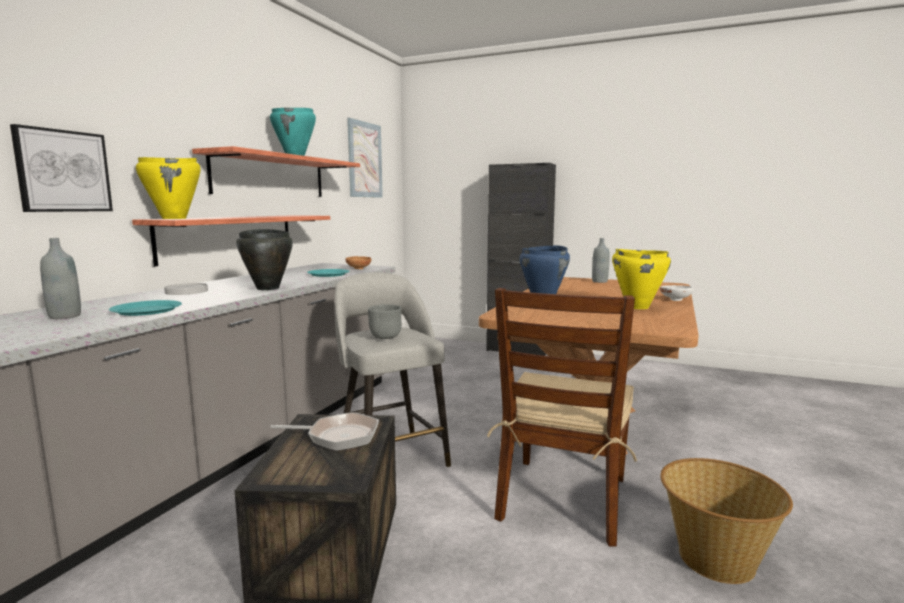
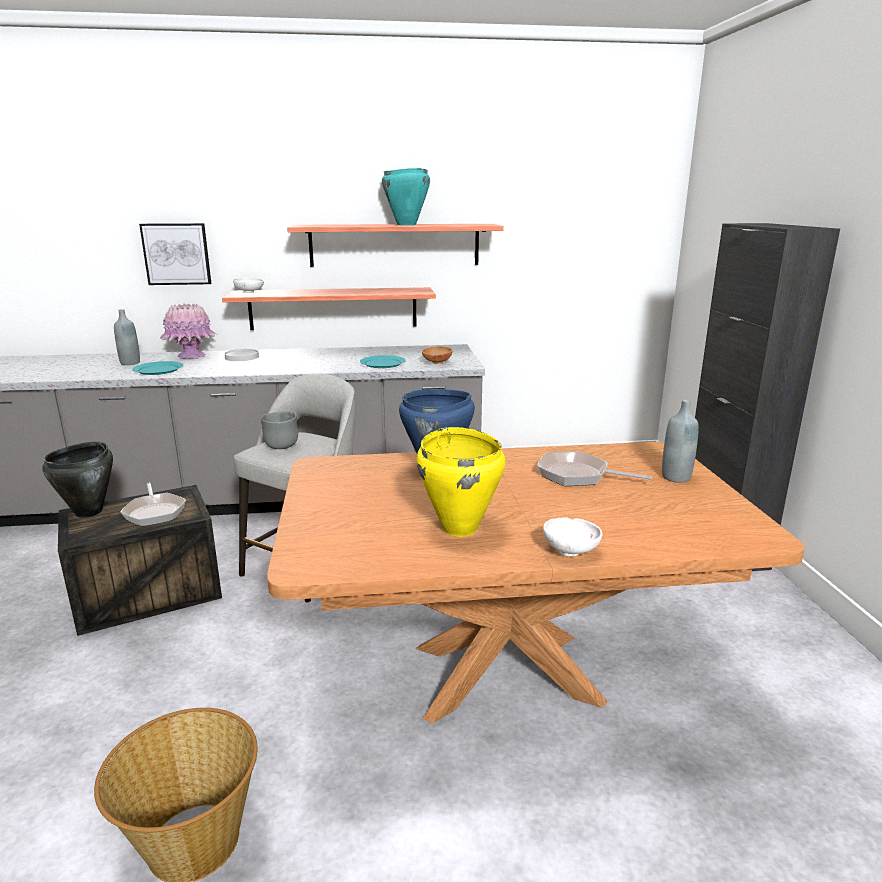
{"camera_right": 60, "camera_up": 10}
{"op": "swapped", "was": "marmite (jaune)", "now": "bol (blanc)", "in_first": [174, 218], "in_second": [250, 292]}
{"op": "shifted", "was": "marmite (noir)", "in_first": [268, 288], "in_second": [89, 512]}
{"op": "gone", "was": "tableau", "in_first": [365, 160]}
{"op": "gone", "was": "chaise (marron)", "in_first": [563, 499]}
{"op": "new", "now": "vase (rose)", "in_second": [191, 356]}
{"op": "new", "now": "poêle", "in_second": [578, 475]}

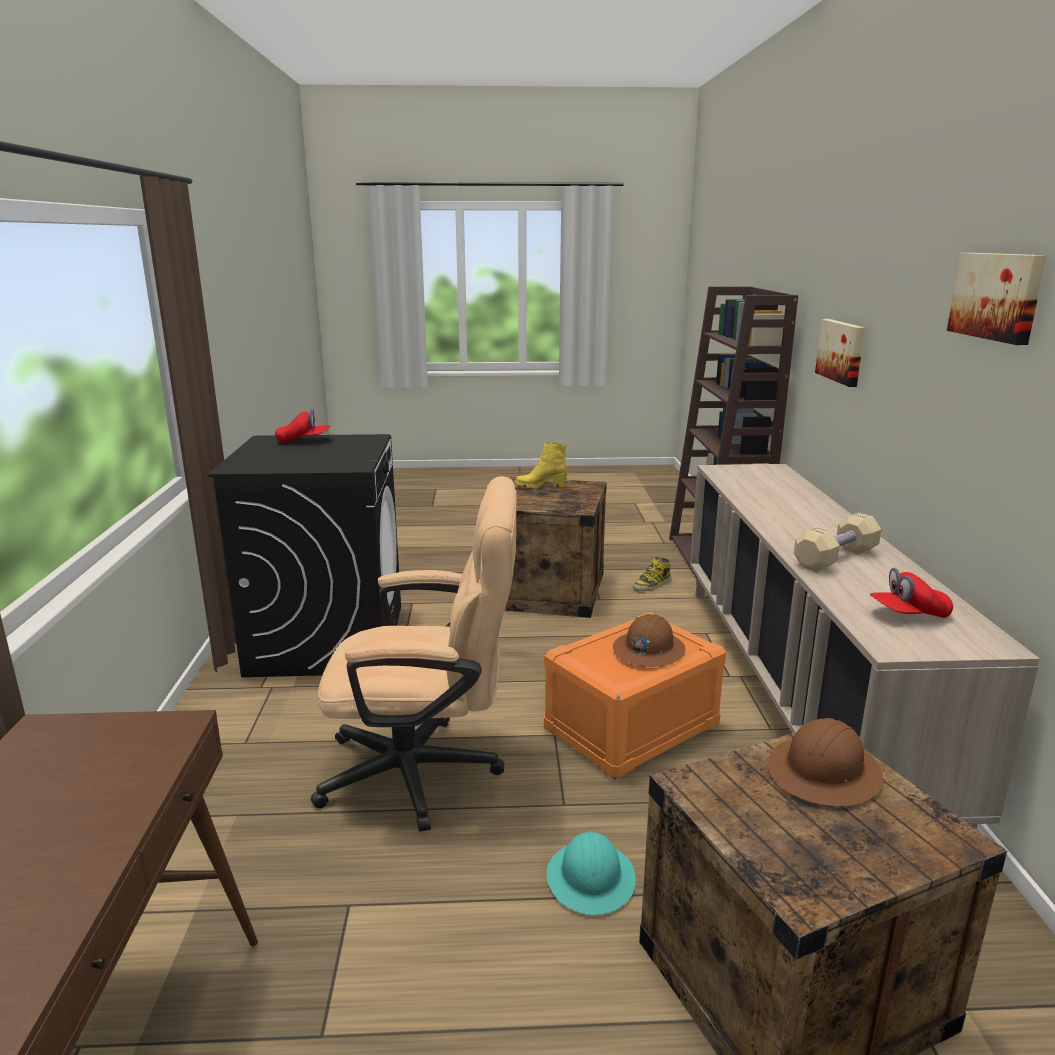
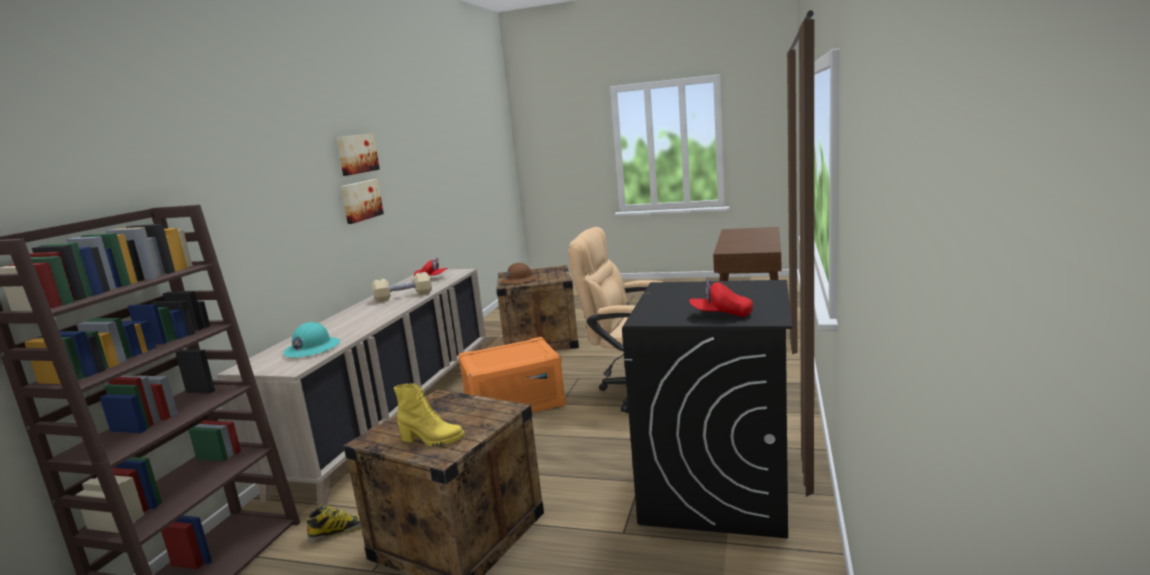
{"camera_right": -160, "camera_up": -5}
{"op": "shifted", "was": "casque de chantier (turquoise)", "in_first": [591, 879], "in_second": [312, 349]}
{"op": "gone", "was": "casque de chantier (marron)", "in_first": [648, 650]}
{"op": "shifted", "was": "tableau", "in_first": [842, 351], "in_second": [360, 200]}

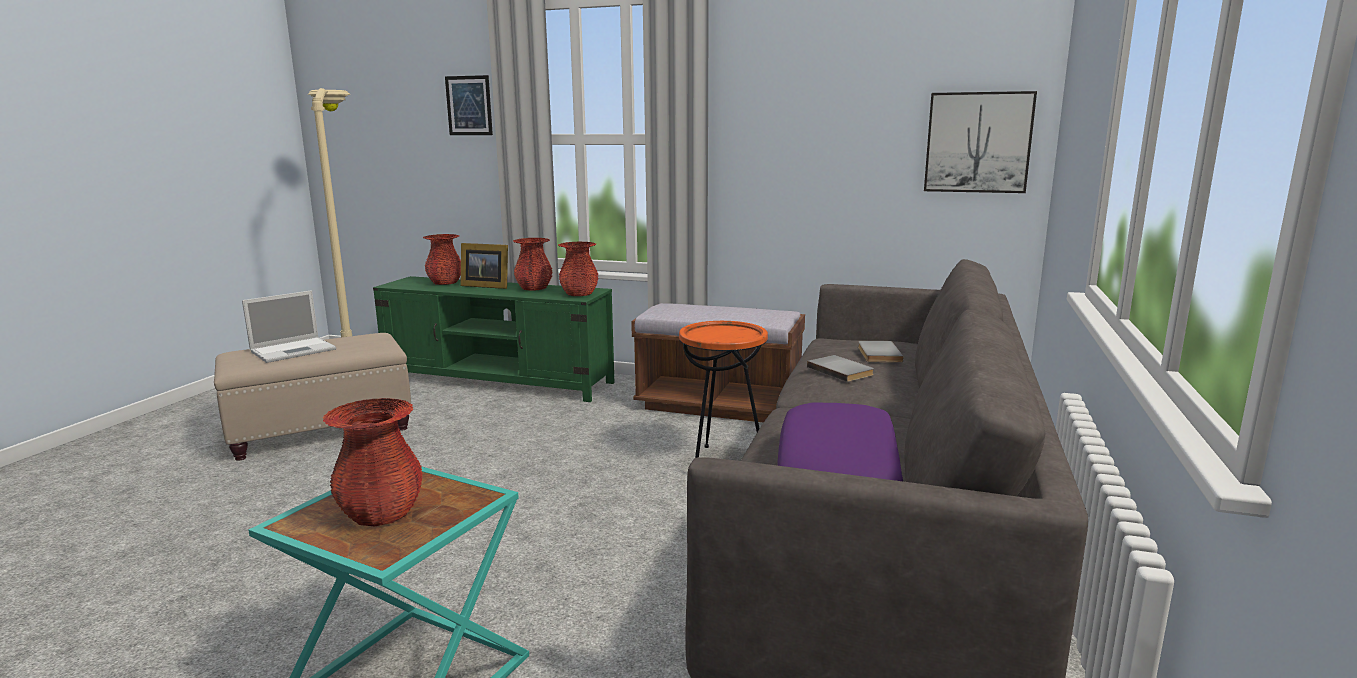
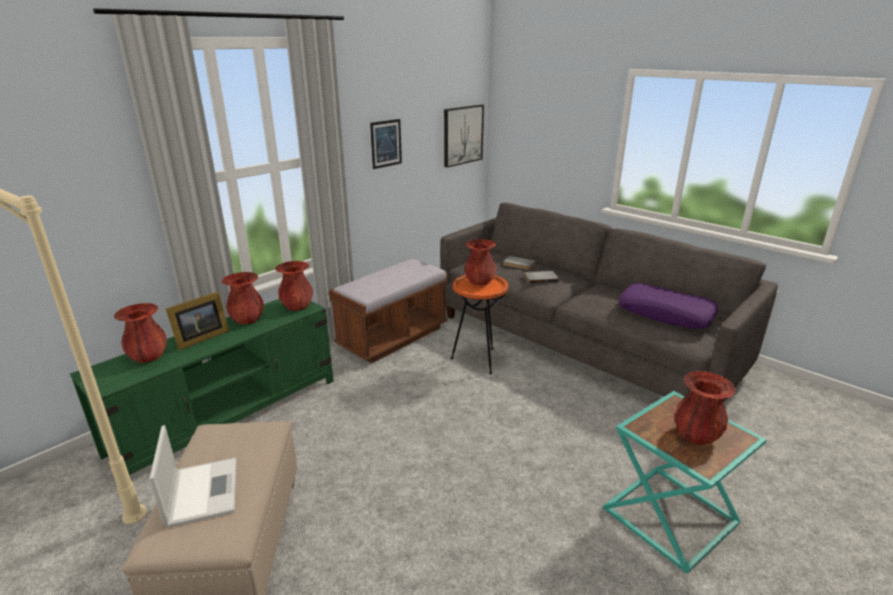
{"camera_right": -65, "camera_up": 10}
{"op": "shifted", "was": "tableau", "in_first": [469, 105], "in_second": [386, 143]}
{"op": "new", "now": "vase (rouge)", "in_second": [480, 281]}

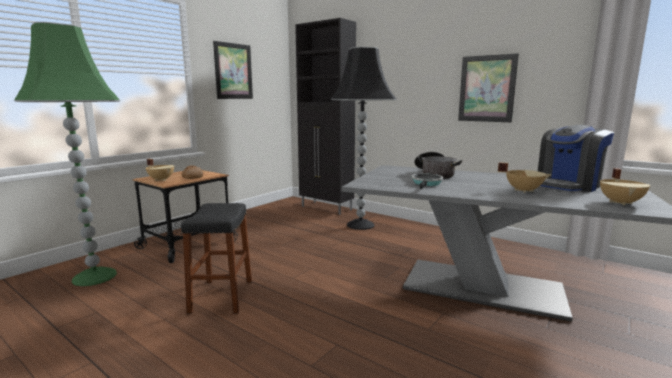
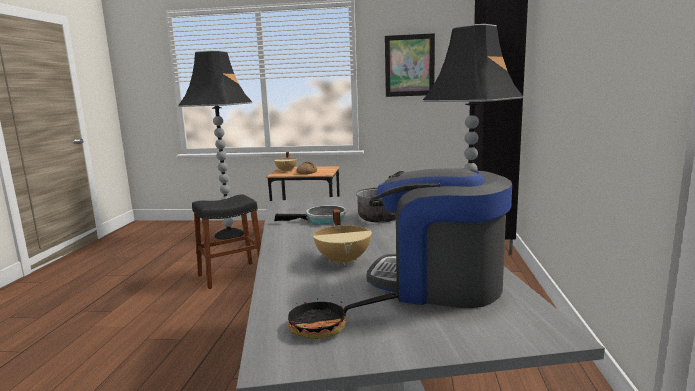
{"camera_right": 60, "camera_up": 0}
{"op": "repainted", "was": "lampadaire (vert)", "now": "lampadaire (noir)", "in_first": [95, 276], "in_second": [230, 234]}
{"op": "gone", "was": "tableau", "in_first": [487, 88]}
{"op": "swapped", "was": "marmite (beige)", "now": "poêle", "in_first": [621, 202], "in_second": [328, 326]}

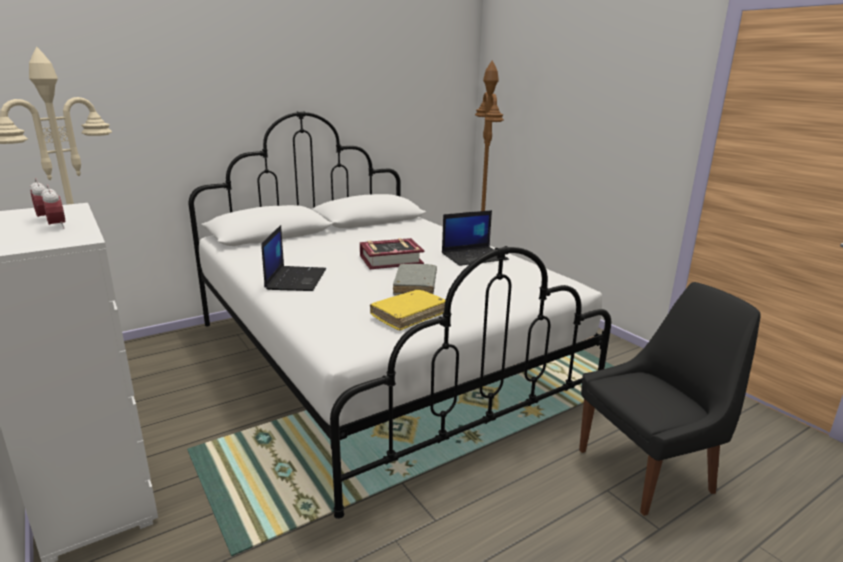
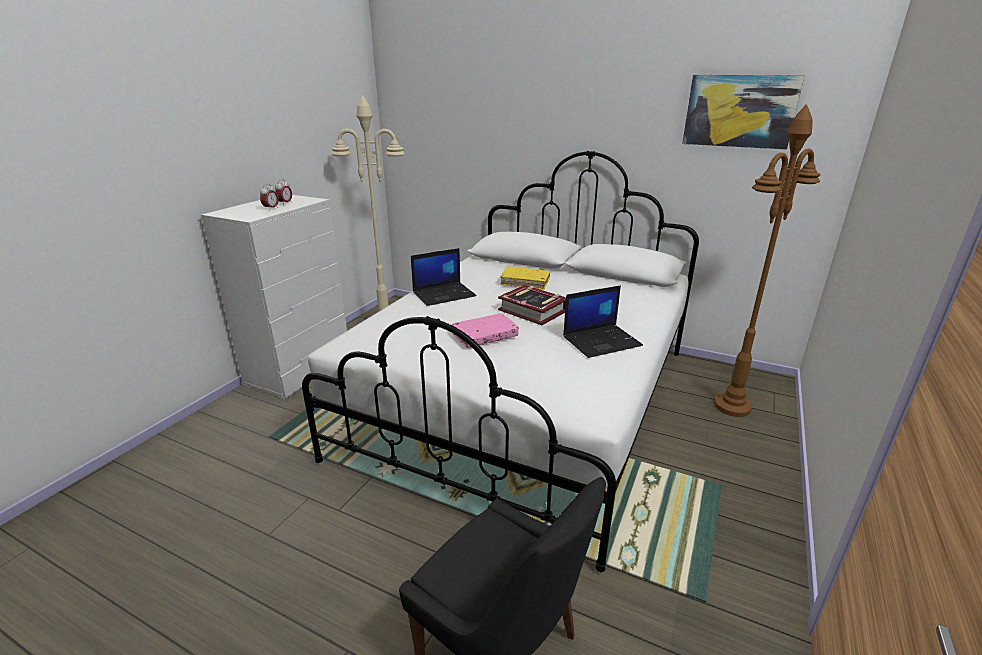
{"camera_right": 60, "camera_up": 5}
{"op": "shifted", "was": "livre (jaune)", "in_first": [408, 315], "in_second": [525, 282]}
{"op": "repainted", "was": "livre (gris)", "now": "livre (rose)", "in_first": [415, 286], "in_second": [485, 336]}
{"op": "rotated", "was": "ordinateur portable", "in_first": [474, 256], "in_second": [602, 341], "clockwise": -60}
{"op": "new", "now": "tableau", "in_second": [739, 111]}

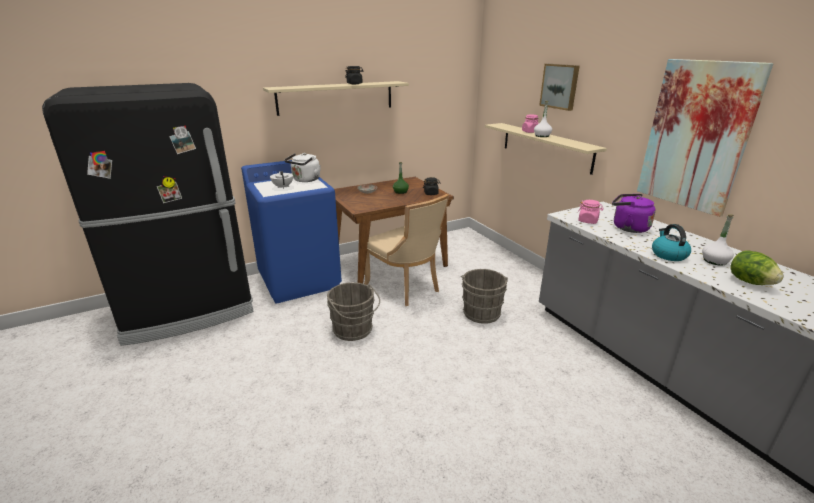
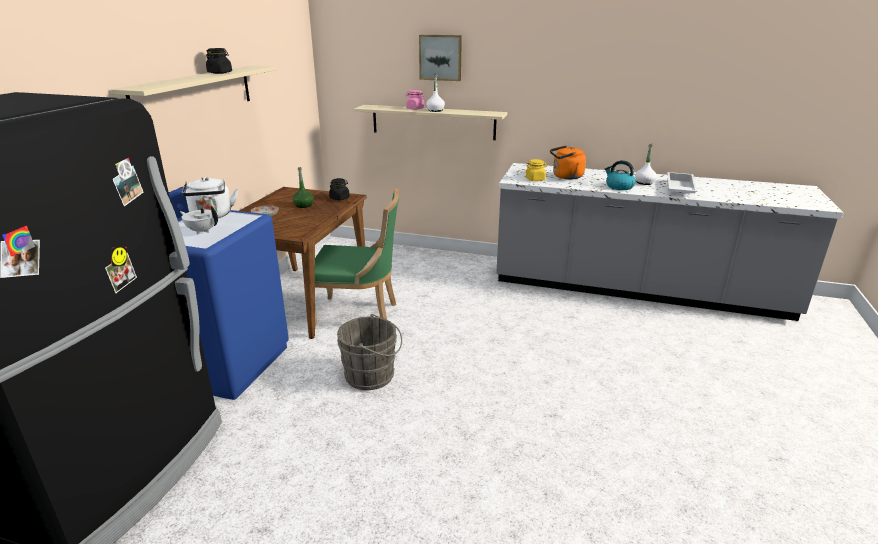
{"camera_right": -45, "camera_up": 0}
{"op": "repainted", "was": "chaise (beige)", "now": "chaise (vert)", "in_first": [405, 288], "in_second": [359, 315]}
{"op": "gone", "was": "seau (gris)", "in_first": [481, 312]}
{"op": "repainted", "was": "bocal (rose)", "now": "bocal (jaune)", "in_first": [588, 221], "in_second": [535, 179]}
{"op": "repainted", "was": "bouilloire (violet)", "now": "bouilloire (orange)", "in_first": [627, 227], "in_second": [565, 177]}
{"op": "gone", "was": "tableau", "in_first": [696, 136]}
{"op": "swapped", "was": "laitue", "now": "plateau (blanc)", "in_first": [750, 282], "in_second": [678, 189]}

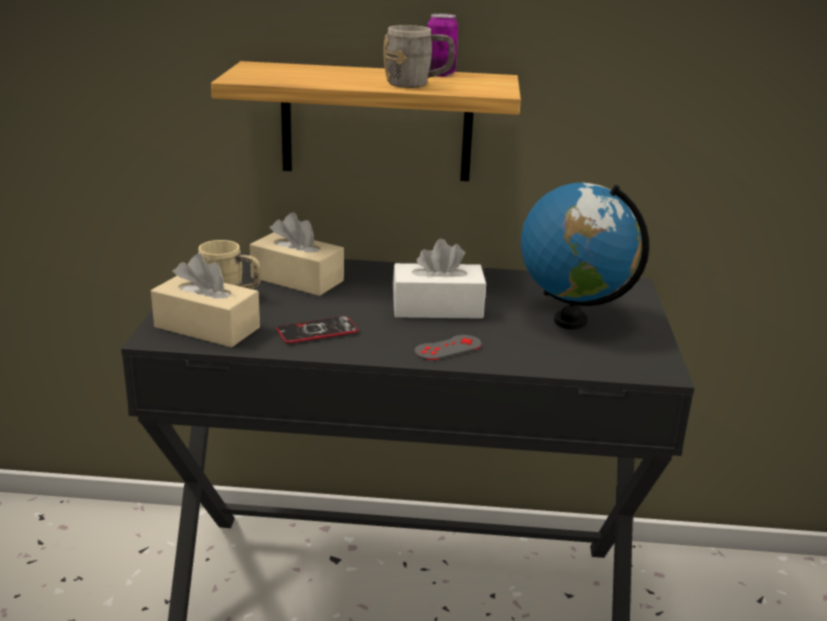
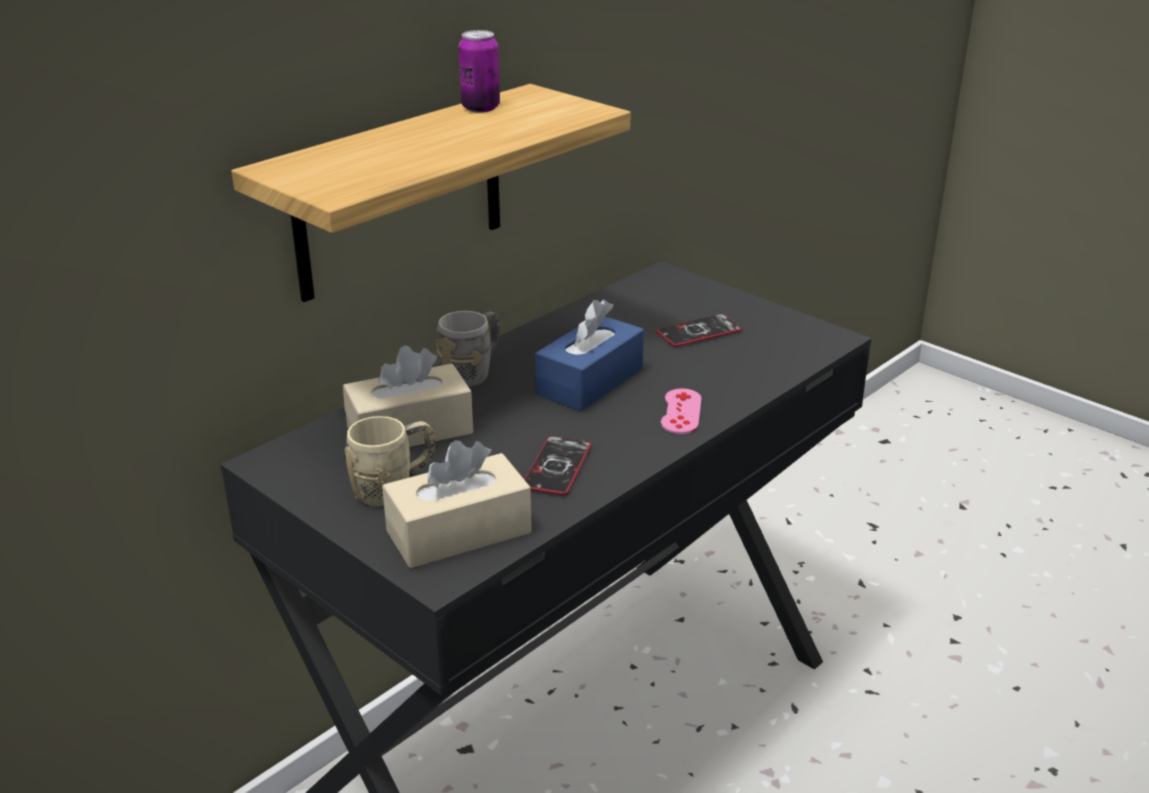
{"camera_right": -50, "camera_up": 5}
{"op": "shifted", "was": "mug (gris)", "in_first": [417, 84], "in_second": [473, 372]}
{"op": "repainted", "was": "boîte à mouchoirs (blanc)", "now": "boîte à mouchoirs (bleu)", "in_first": [437, 308], "in_second": [590, 381]}
{"op": "repainted", "was": "manette (gris)", "now": "manette (rose)", "in_first": [448, 348], "in_second": [681, 412]}
{"op": "swapped", "was": "globe", "now": "téléphone", "in_first": [570, 321], "in_second": [699, 332]}

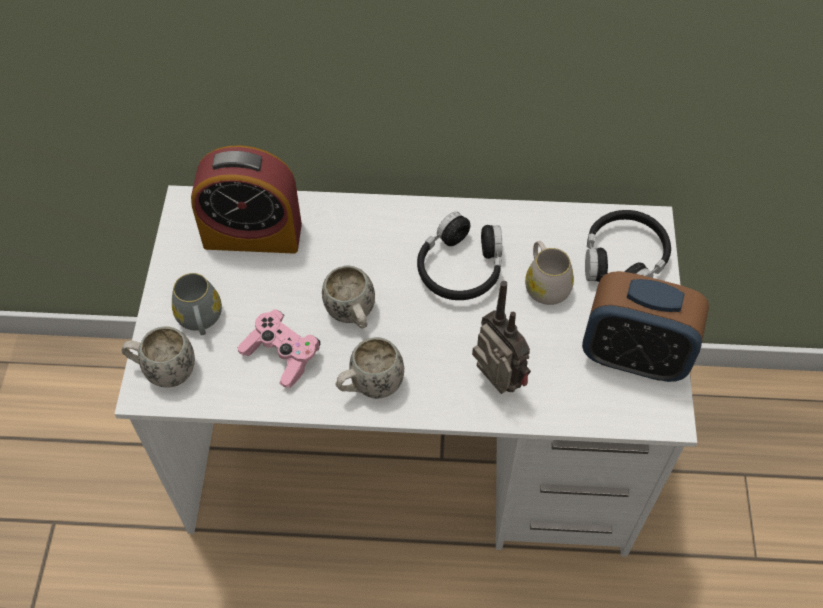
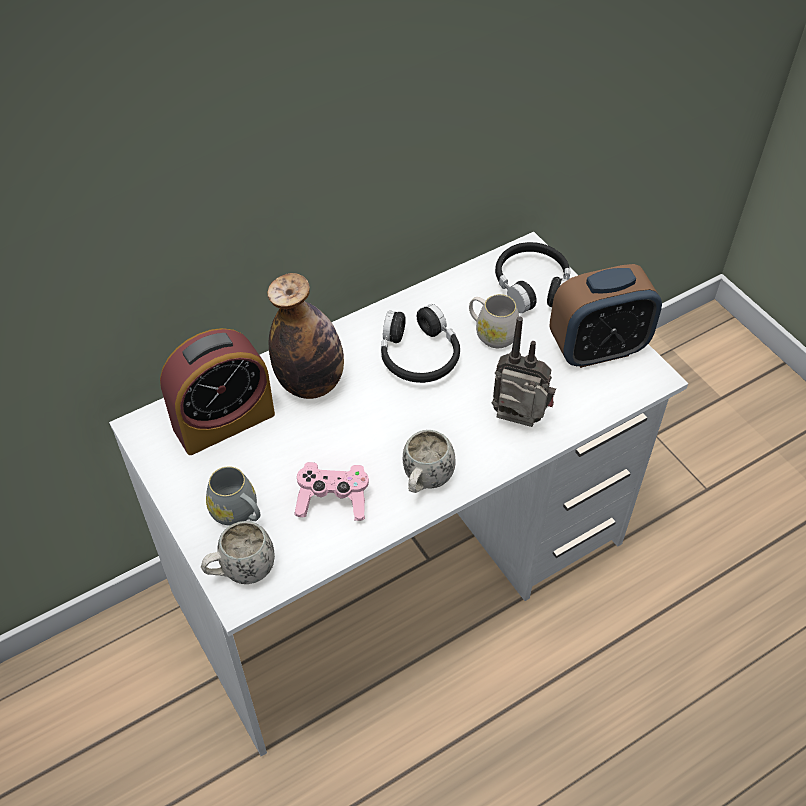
{"camera_right": -35, "camera_up": -5}
{"op": "gone", "was": "mug (blanc)", "in_first": [353, 316]}
{"op": "new", "now": "bouteille", "in_second": [310, 383]}

